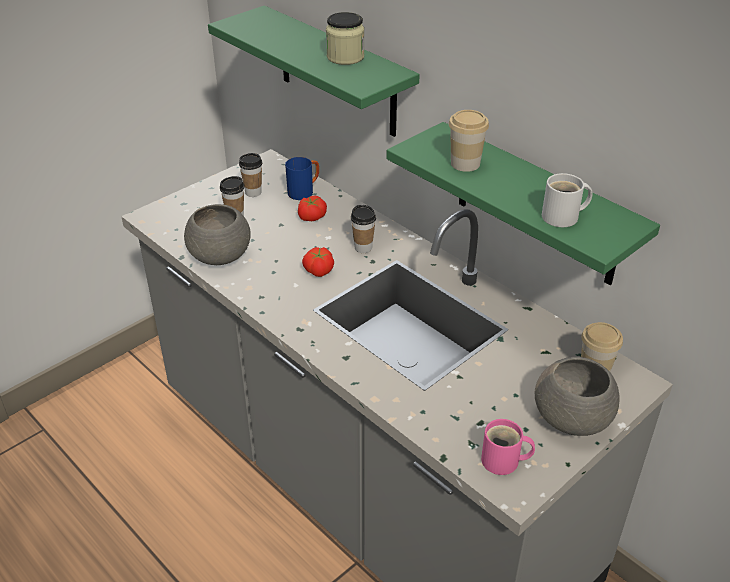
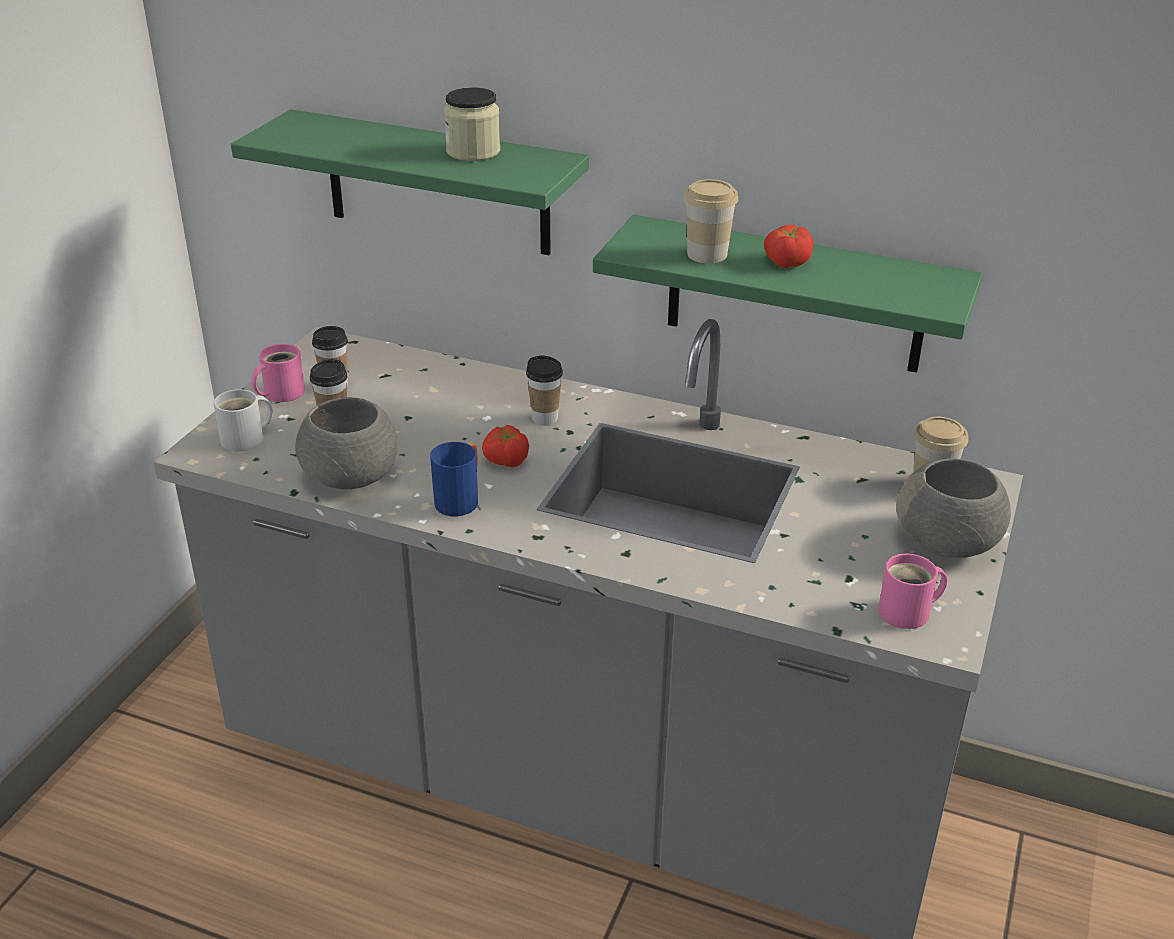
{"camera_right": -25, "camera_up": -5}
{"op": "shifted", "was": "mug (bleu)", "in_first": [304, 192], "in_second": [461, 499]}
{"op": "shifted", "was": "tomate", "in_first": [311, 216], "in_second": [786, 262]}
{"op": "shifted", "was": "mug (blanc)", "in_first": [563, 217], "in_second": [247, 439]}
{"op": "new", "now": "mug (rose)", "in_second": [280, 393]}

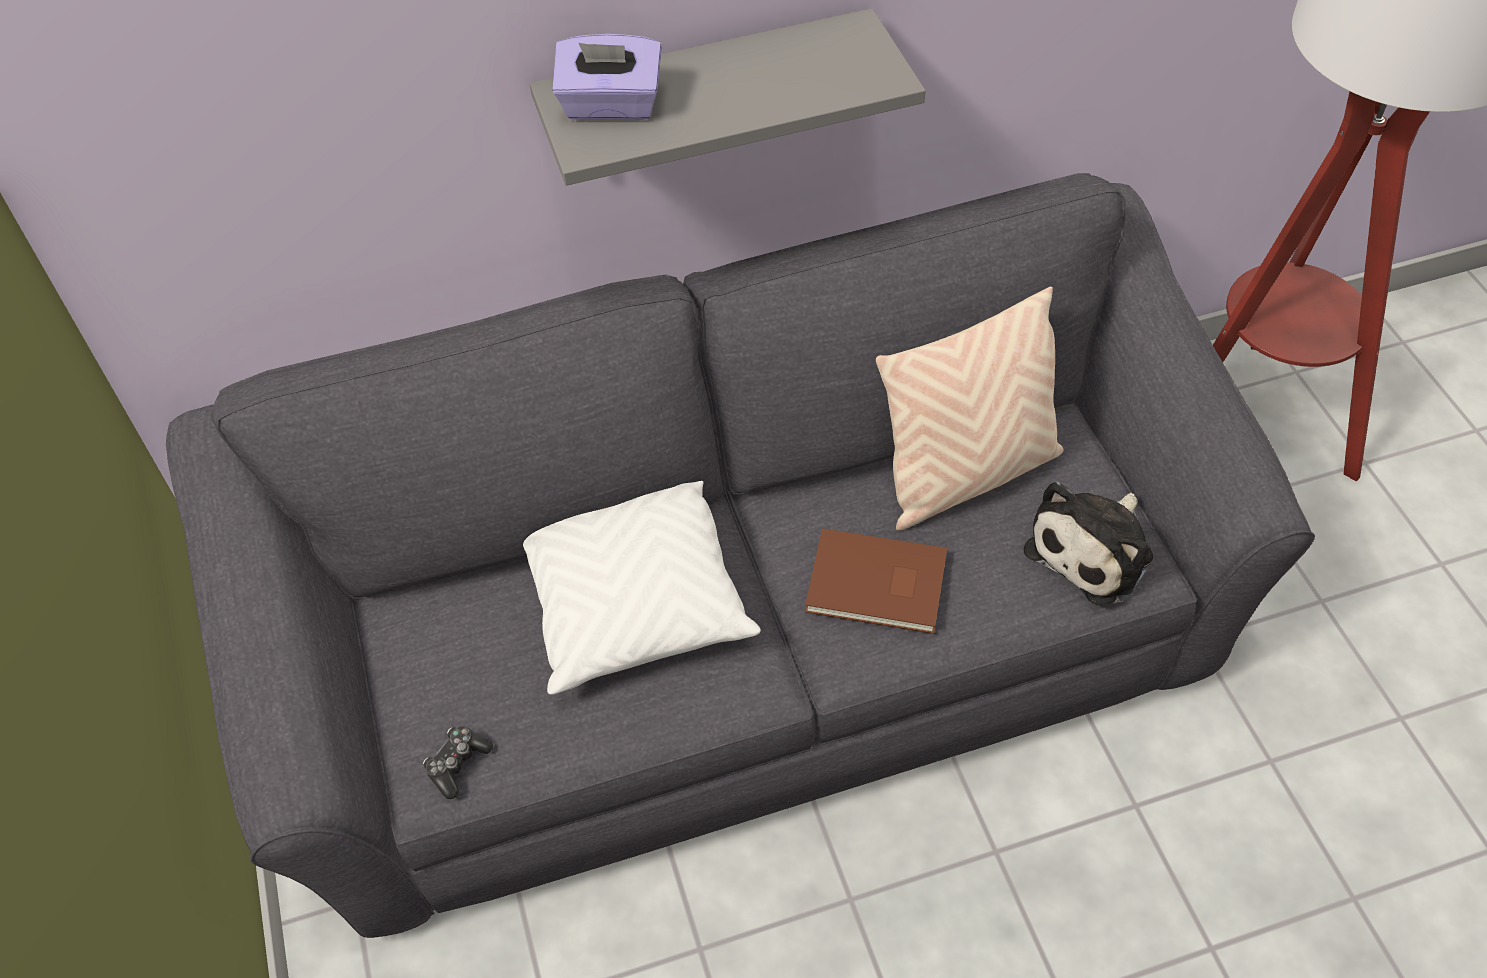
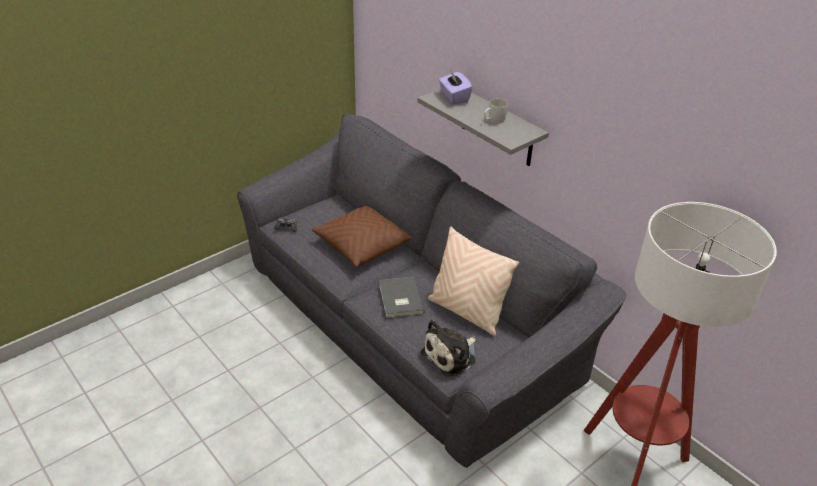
{"camera_right": 65, "camera_up": -15}
{"op": "repainted", "was": "coussin (blanc)", "now": "coussin (marron)", "in_first": [633, 598], "in_second": [364, 245]}
{"op": "repainted", "was": "livre (marron)", "now": "livre (gris)", "in_first": [878, 586], "in_second": [399, 299]}
{"op": "rotated", "was": "peluche", "in_first": [1094, 550], "in_second": [451, 356], "clockwise": -60}
{"op": "new", "now": "mug (blanc)", "in_second": [493, 121]}

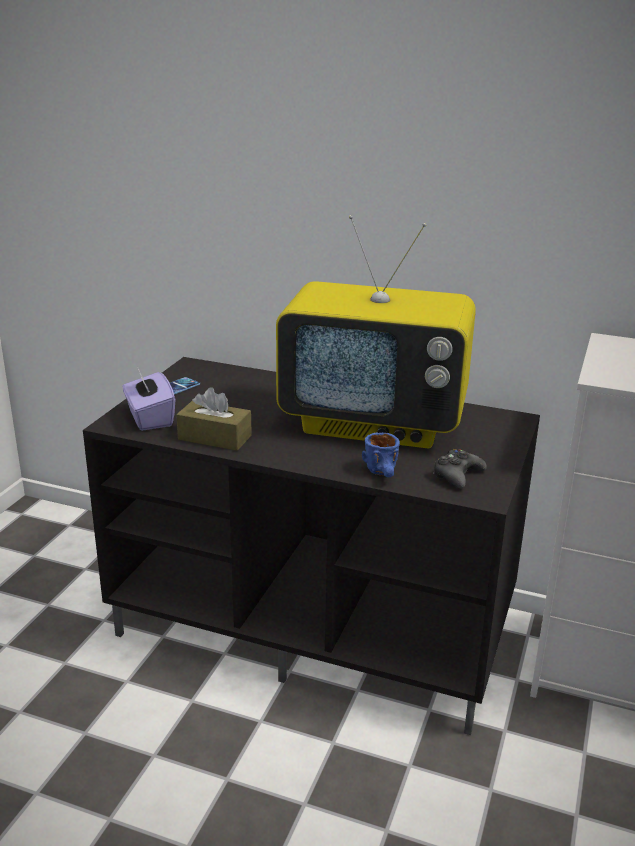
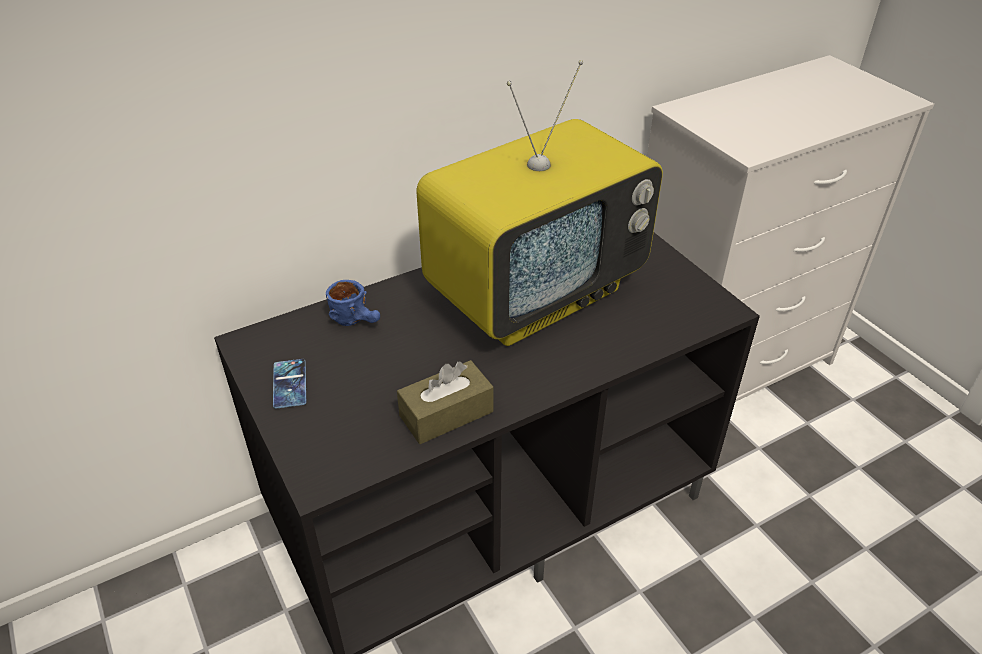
{"camera_right": -50, "camera_up": 15}
{"op": "gone", "was": "boîte à mouchoirs (violet)", "in_first": [149, 418]}
{"op": "shifted", "was": "mug (bleu)", "in_first": [384, 474], "in_second": [358, 320]}
{"op": "gone", "was": "manette (noir)", "in_first": [457, 475]}

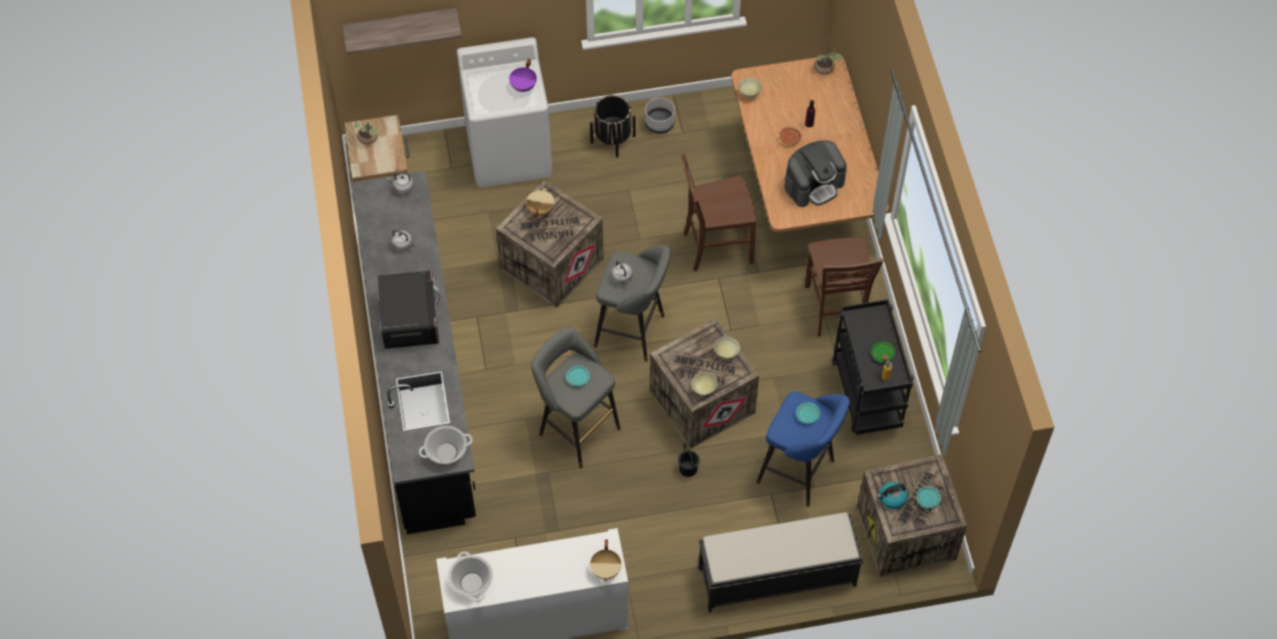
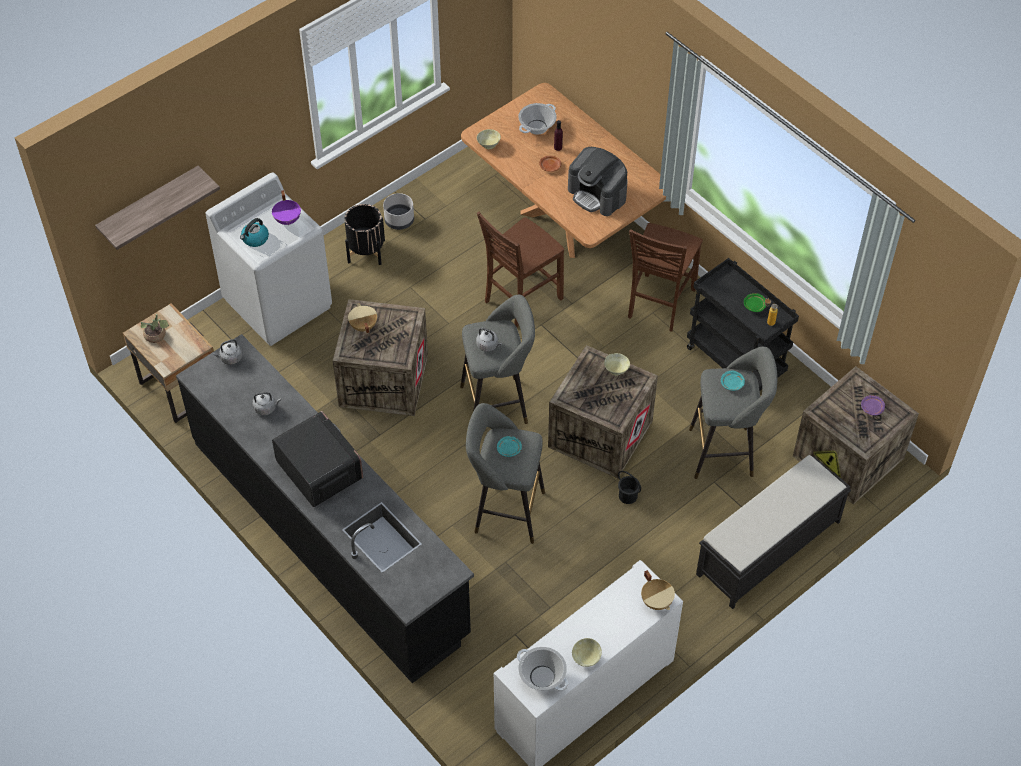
{"camera_right": -30, "camera_up": -5}
{"op": "shifted", "was": "marmite", "in_first": [446, 452], "in_second": [537, 127]}
{"op": "shifted", "was": "bol (beige)", "in_first": [704, 388], "in_second": [585, 658]}
{"op": "repainted", "was": "tabouret (bleu)", "now": "tabouret (gris)", "in_first": [799, 473], "in_second": [725, 452]}
{"op": "rotated", "was": "machine à café", "in_first": [814, 184], "in_second": [597, 194], "clockwise": 105}
{"op": "rotated", "was": "chaise (marron)", "in_first": [835, 309], "in_second": [659, 304], "clockwise": 60}
{"op": "gone", "was": "plante en pot", "in_first": [826, 69]}
{"op": "shifted", "was": "bouilloire", "in_first": [892, 498], "in_second": [255, 239]}
{"op": "repainted", "was": "assiette (turquoise)", "now": "assiette (violet)", "in_first": [928, 499], "in_second": [872, 407]}

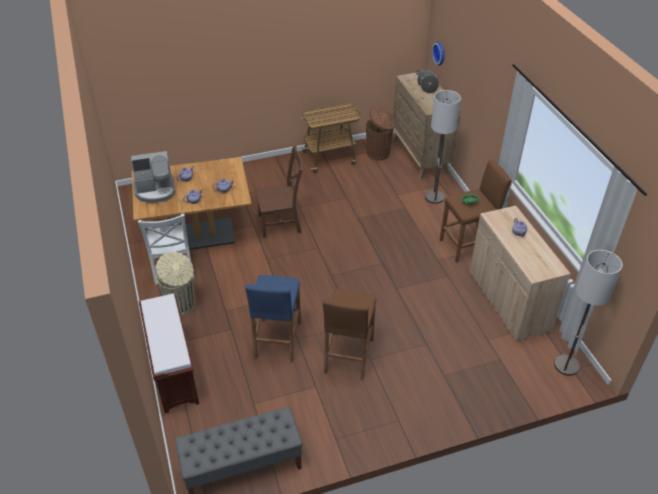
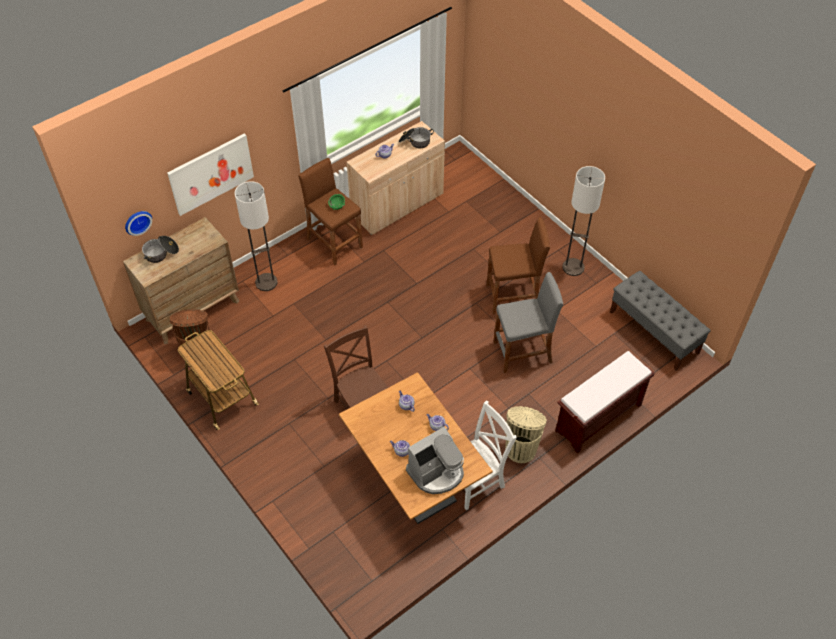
{"camera_right": -110, "camera_up": 10}
{"op": "rotated", "was": "machine à café", "in_first": [155, 190], "in_second": [436, 472], "clockwise": 90}
{"op": "repainted", "was": "tabouret (bleu)", "now": "tabouret (gris)", "in_first": [277, 340], "in_second": [523, 353]}
{"op": "shifted", "was": "lampadaire", "in_first": [566, 365], "in_second": [573, 267]}
{"op": "new", "now": "tableau", "in_second": [211, 173]}
{"op": "new", "now": "marmite", "in_second": [415, 141]}

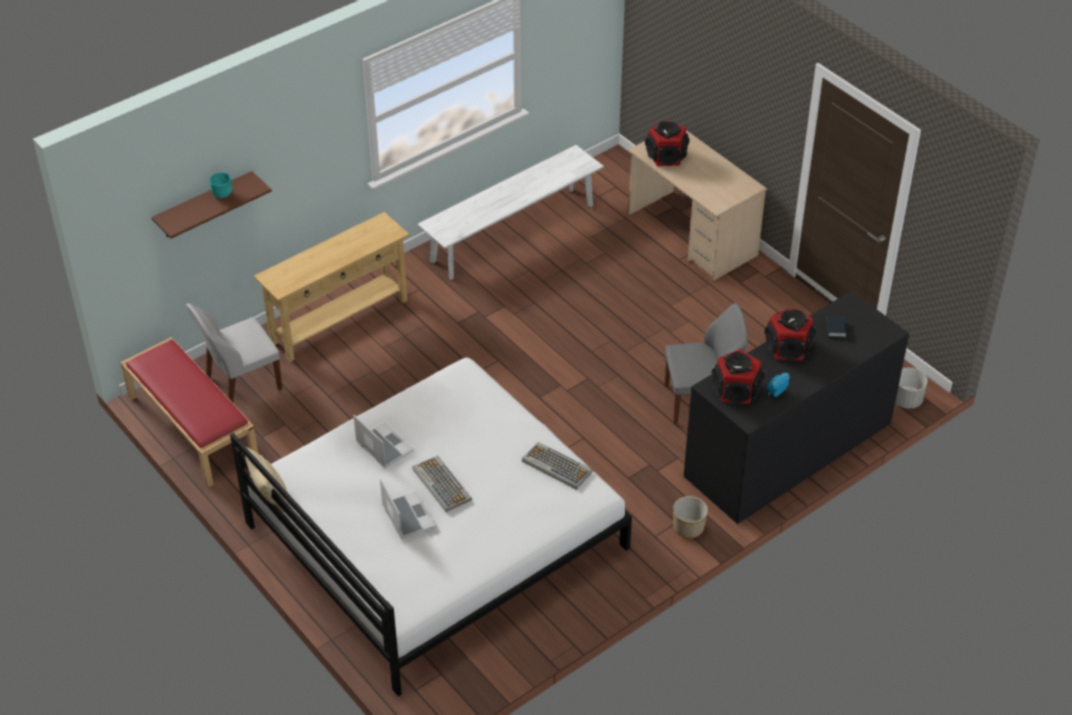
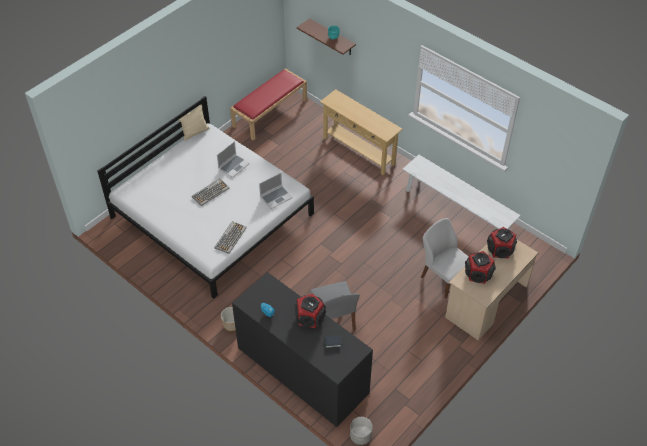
{"camera_right": 80, "camera_up": 5}
{"op": "shifted", "was": "chaise (blanc)", "in_first": [241, 384], "in_second": [443, 278]}
{"op": "shifted", "was": "ordinateur portable", "in_first": [407, 516], "in_second": [276, 197]}
{"op": "shifted", "was": "enceinte", "in_first": [736, 391], "in_second": [478, 274]}

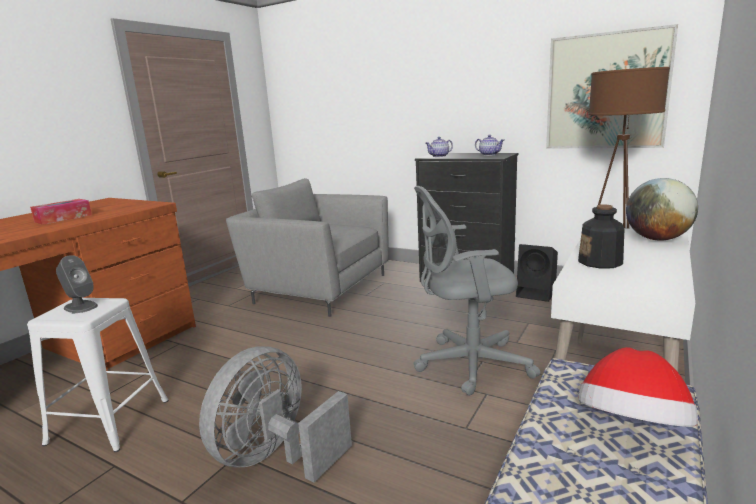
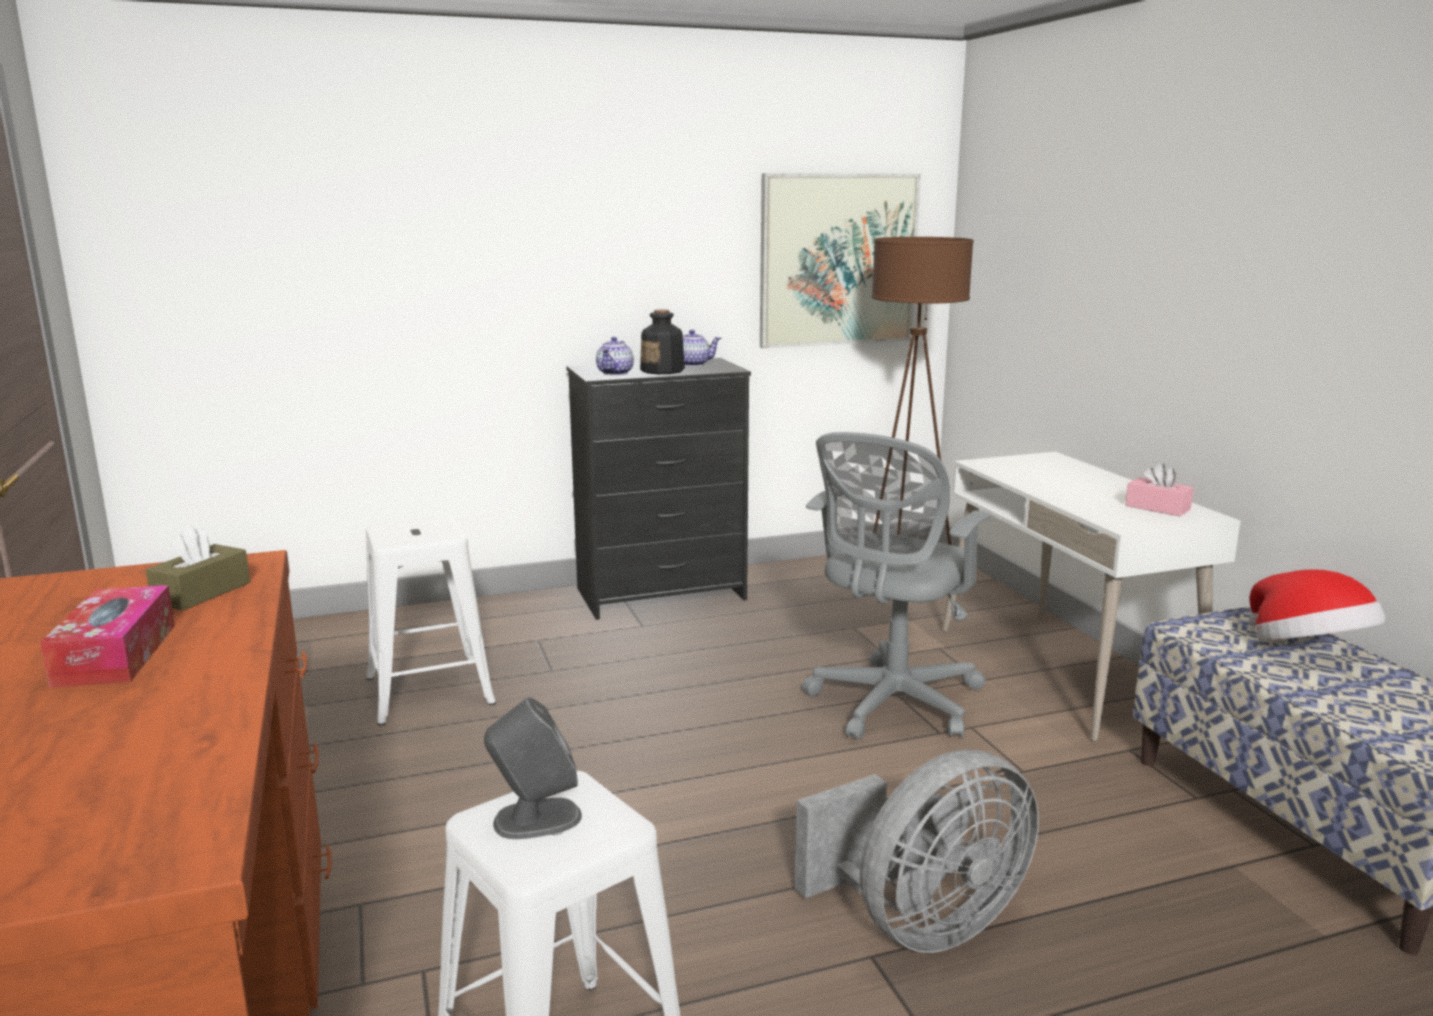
{"camera_right": -50, "camera_up": 0}
{"op": "rotated", "was": "ventilateur (gris)", "in_first": [276, 457], "in_second": [921, 925], "clockwise": -105}
{"op": "swapped", "was": "fauteuil (gris)", "now": "tabouret (blanc)", "in_first": [318, 288], "in_second": [429, 690]}
{"op": "gone", "was": "enceinte (noir)", "in_first": [537, 293]}
{"op": "shifted", "was": "bouteille", "in_first": [600, 262], "in_second": [663, 371]}
{"op": "gone", "was": "globe", "in_first": [657, 239]}
{"op": "new", "now": "boîte à mouchoirs (marron)", "in_second": [202, 593]}
{"op": "new", "now": "boîte à mouchoirs (rose)", "in_second": [1157, 508]}

